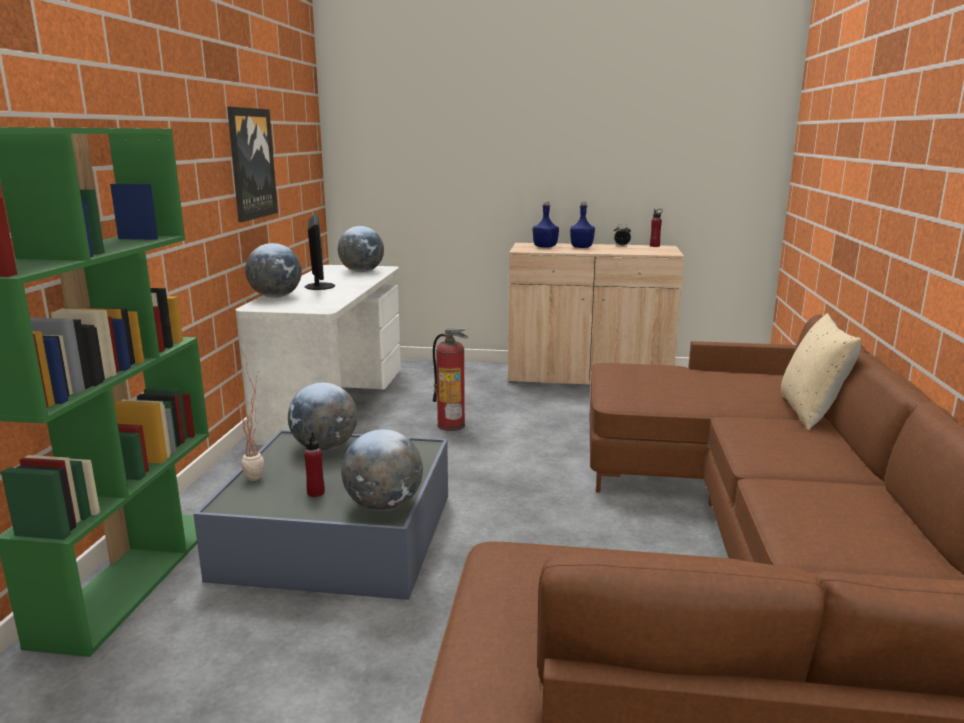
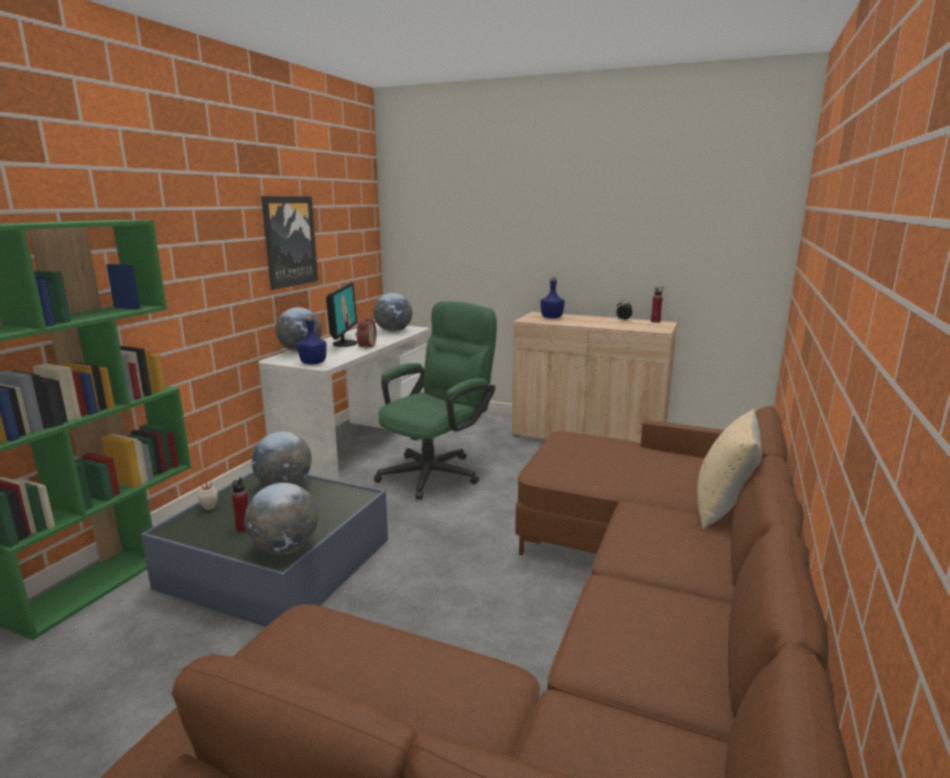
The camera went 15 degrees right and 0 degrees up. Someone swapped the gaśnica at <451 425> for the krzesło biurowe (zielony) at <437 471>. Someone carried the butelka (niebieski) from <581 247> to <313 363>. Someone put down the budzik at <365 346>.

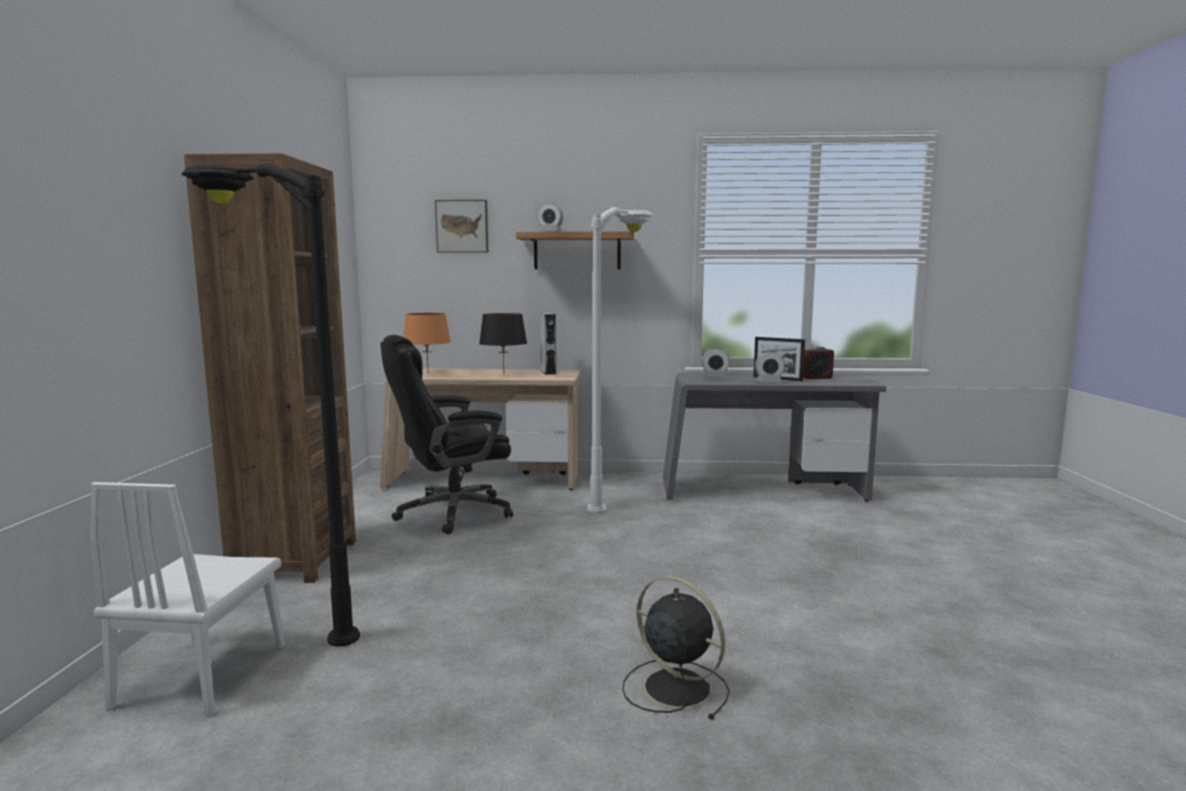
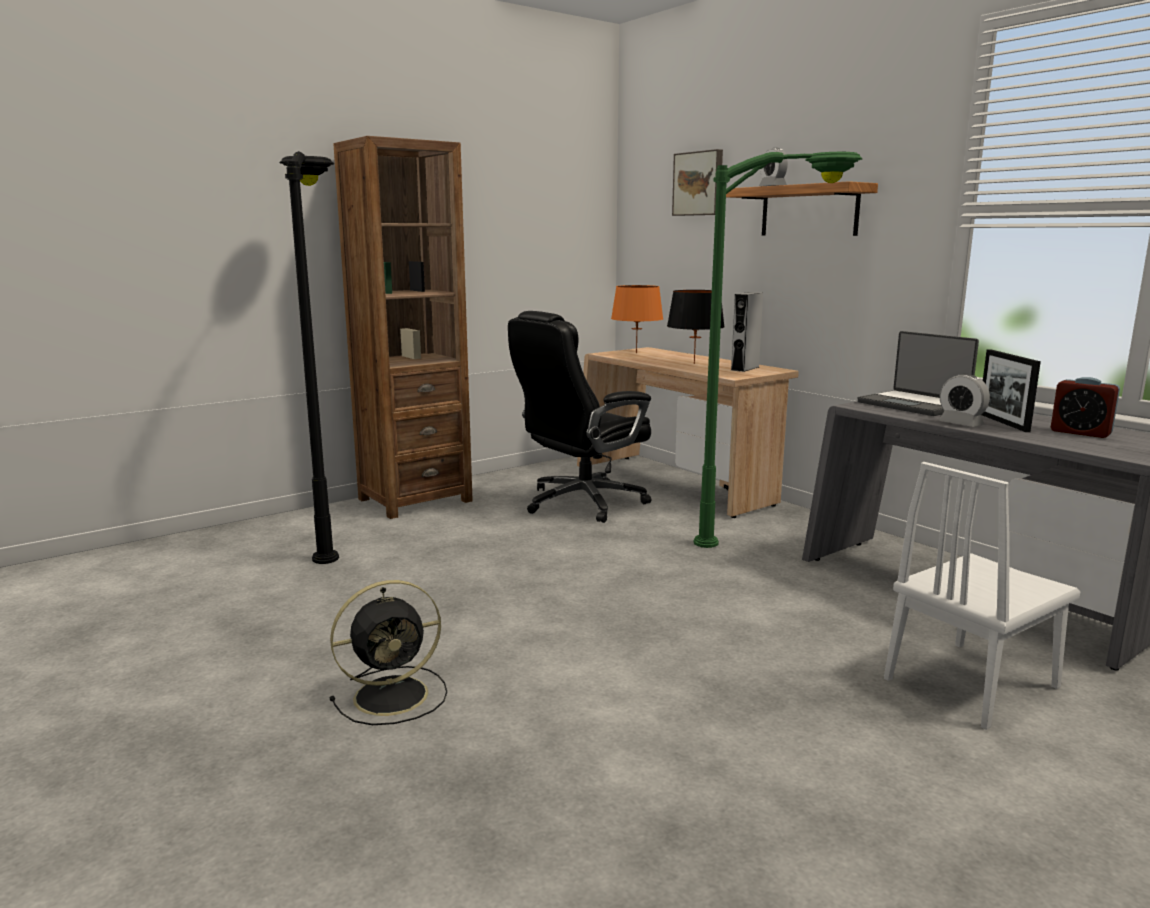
The camera went 50 degrees right and 5 degrees up. Someone carried the krzesło (biały) from <202 674> to <971 682>. Someone rotated the krzesło biurowe (czarny) at <451 513> by 60 degrees counterclockwise. Someone repainted the lampa stojąca (biały) at <622 493>, which became the lampa stojąca (zielony) at <777 537>. Someone rotated the wentylator (czarny) at <674 687> by 60 degrees clockwise. Someone swapped the budzik at <714 377> for the laptop at <914 405>.

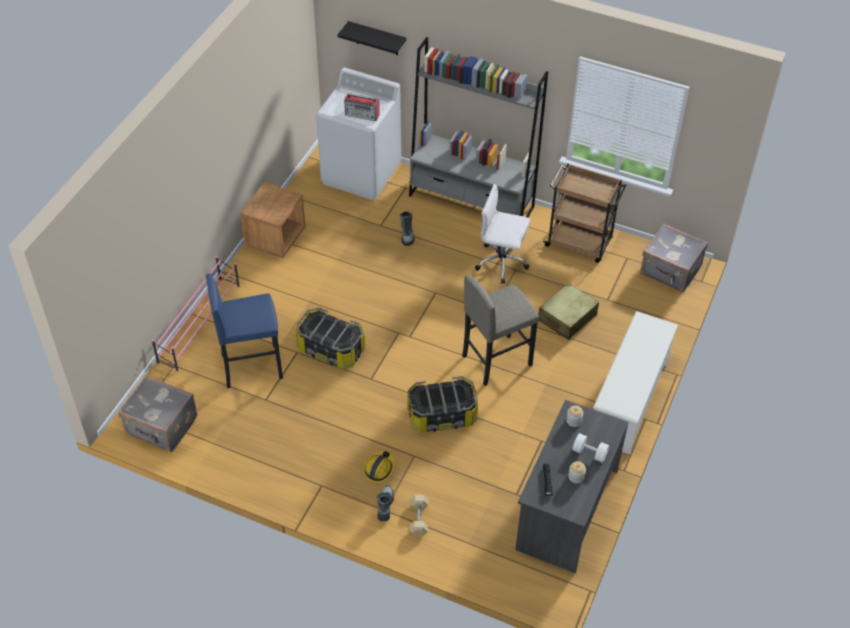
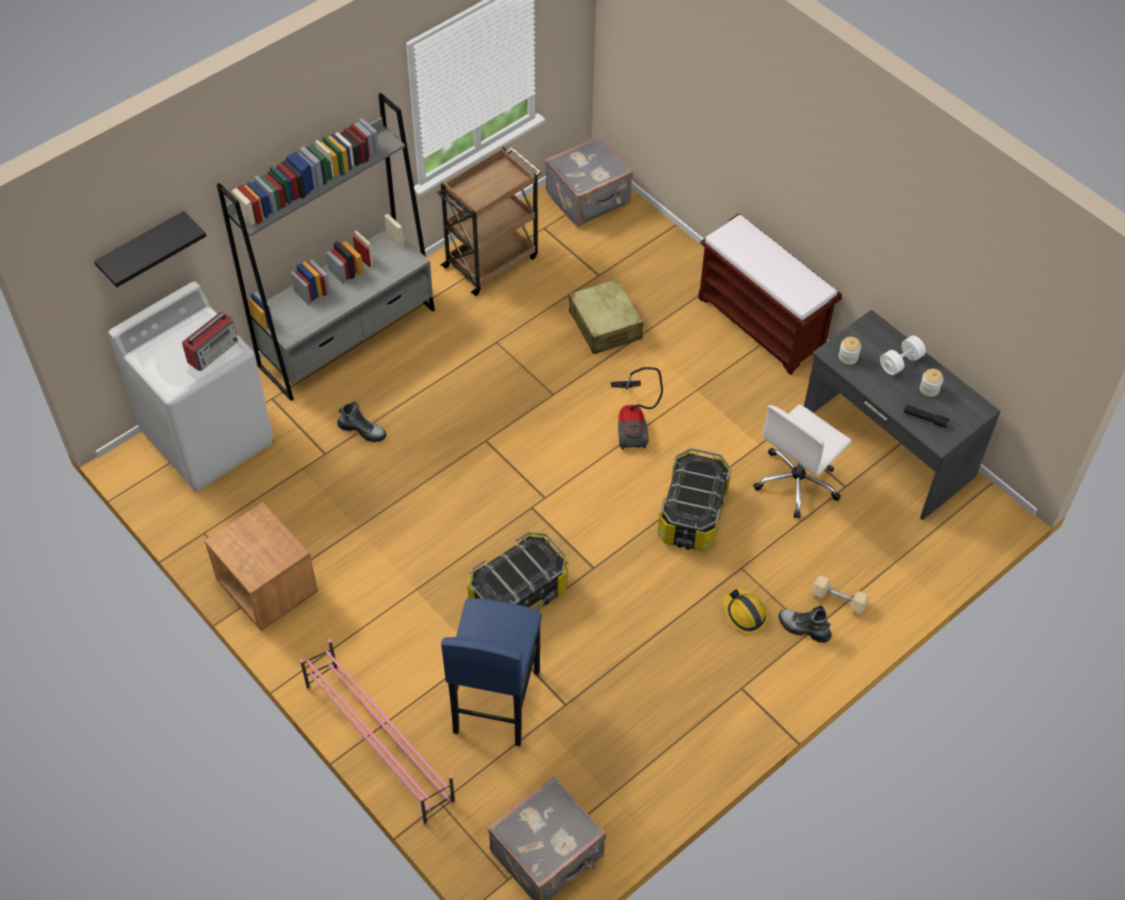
The camera went 65 degrees left and 5 degrees up. Someone swapped the stołek (szary) at <496 360> for the odkurzacz at <633 422>. Someone carried the krzesło biurowe (biały) from <502 262> to <797 482>. Someone swapped the regał na buty (biały) at <628 401> for the ławka (brązowy) at <762 324>.

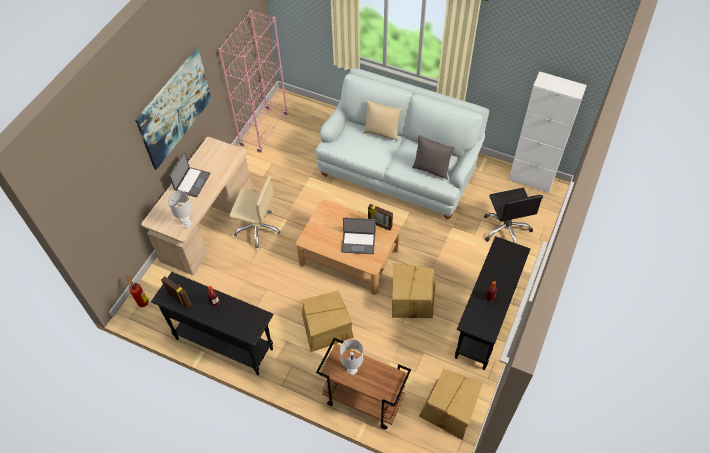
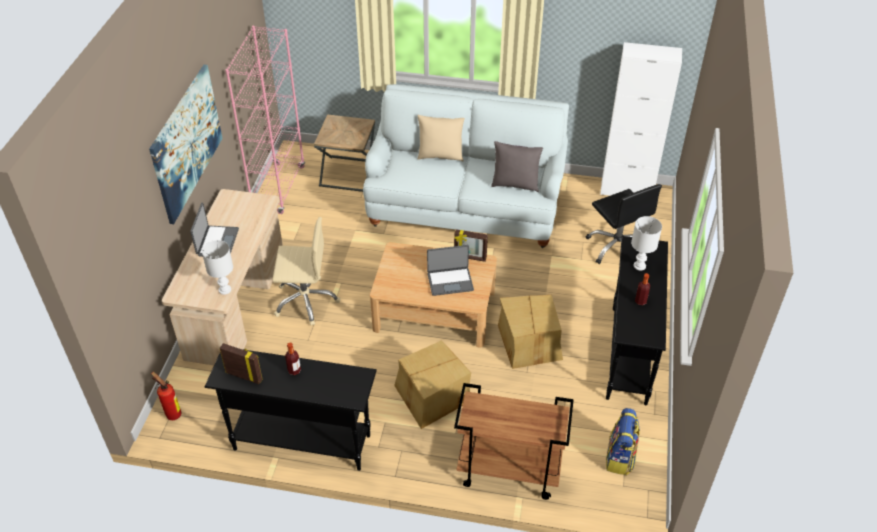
The camera went 15 degrees left and 10 degrees down. Someone carried the lampa stołowa (biały) from <352 369> to <640 266>. Someone swapped the karton at <449 409> for the plecak at <620 458>. Someone put down the stolik (brązowy) at <348 174>.

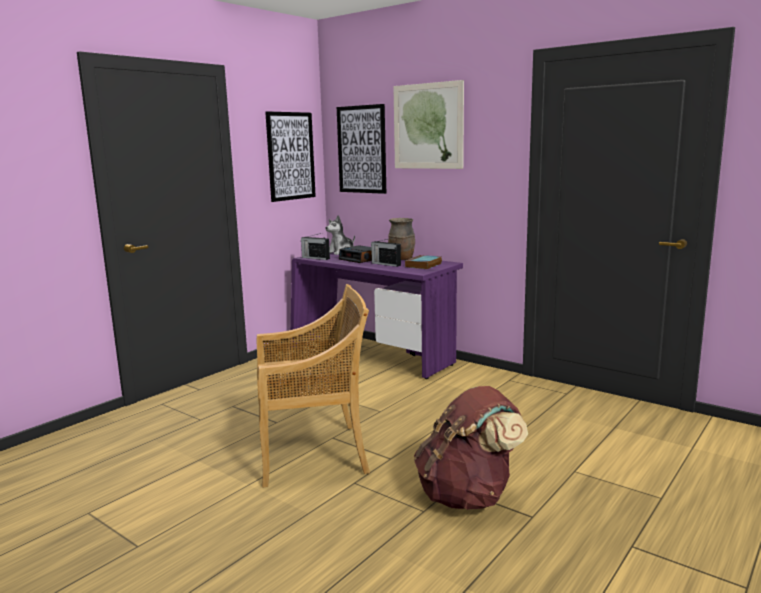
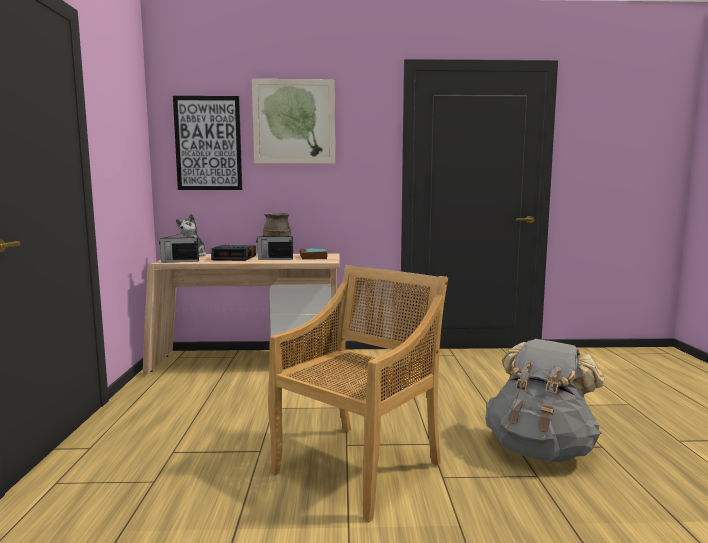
The camera went 40 degrees left and 5 degrees down. Someone took away the obraz at <290 156>. Someone repainted the biurko (fioletowy) at <372 355>, which became the biurko (beżowy) at <248 362>. Someone repainted the plecak (brązowy) at <468 496>, which became the plecak (szary) at <540 449>.

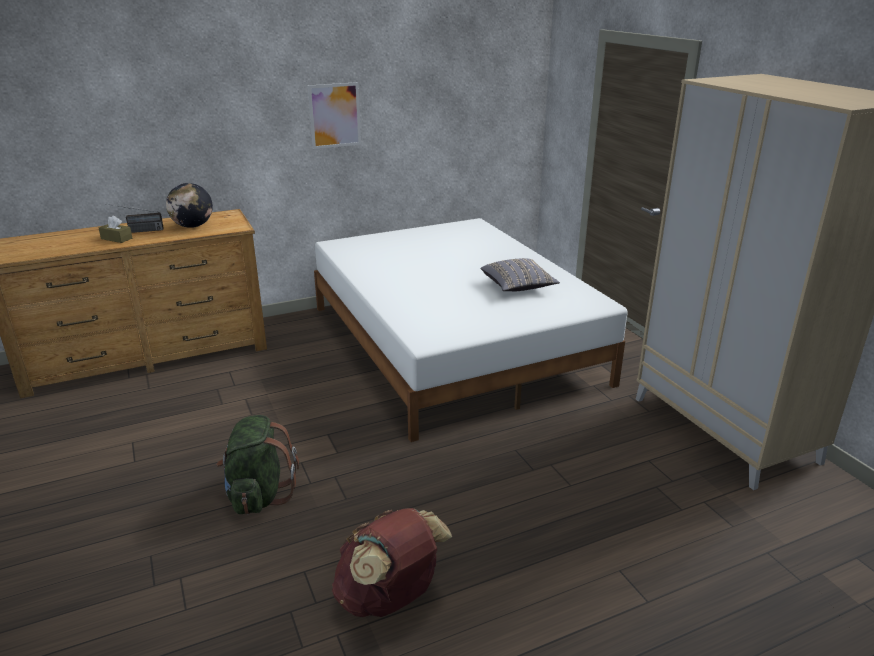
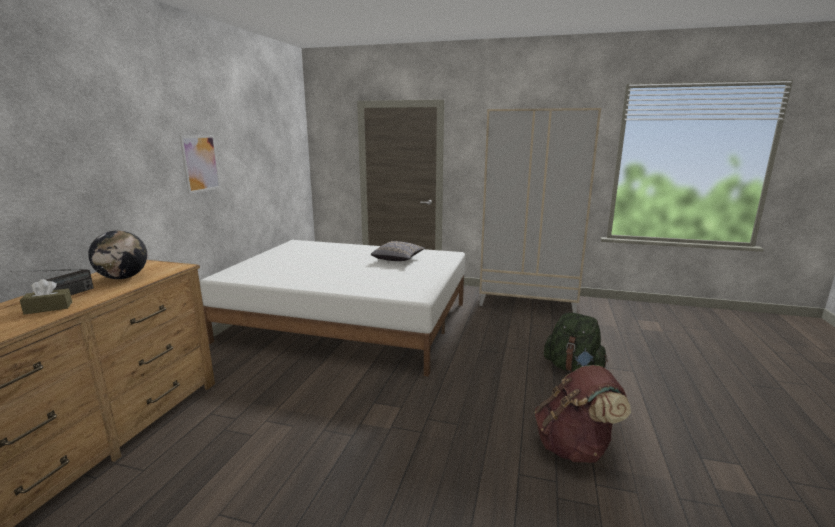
The camera went 50 degrees left and 10 degrees down. Someone carried the plecak (zielony) from <259 495> to <573 368>.

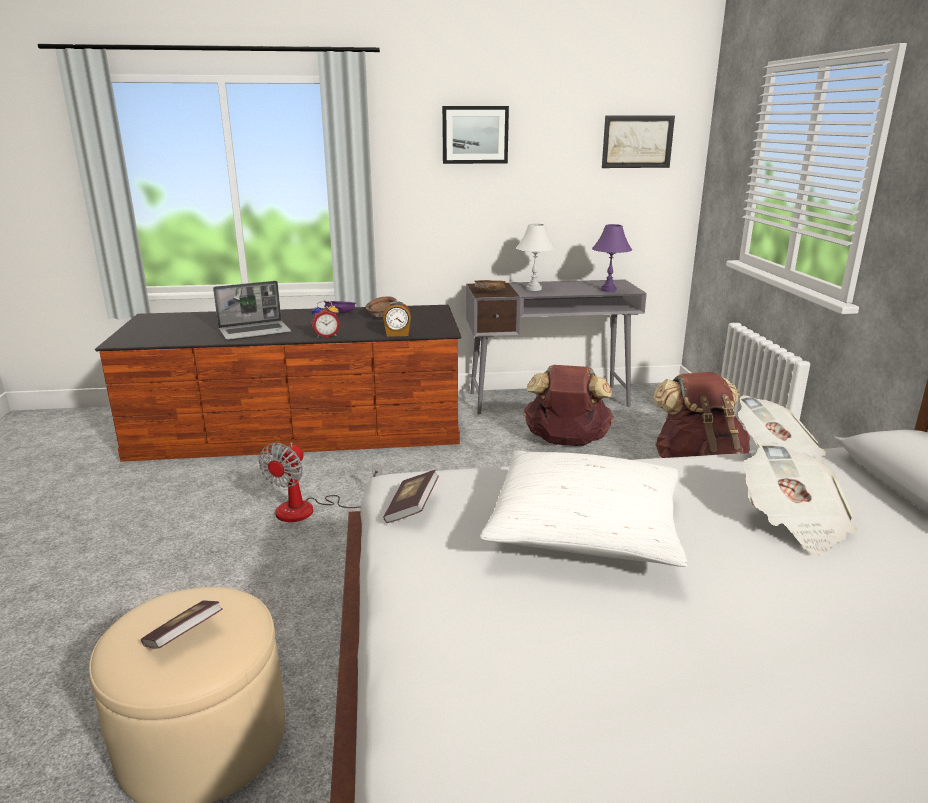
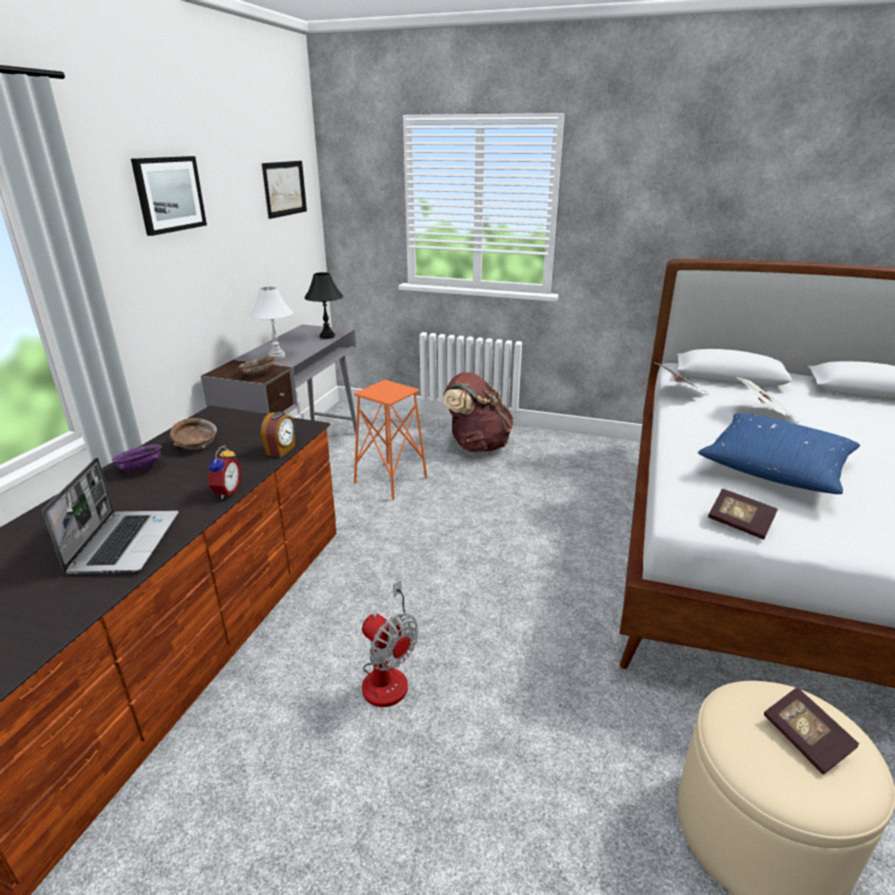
The camera went 65 degrees left and 5 degrees up. Someone repainted the poduszka (biały) at <585 528>, which became the poduszka (niebieski) at <775 468>. Someone swapped the plecak (brązowy) at <566 442> for the stołek (pomarańczowy) at <390 480>. Someone repainted the lampa stołowa (fioletowy) at <608 290>, which became the lampa stołowa (czarny) at <327 336>.

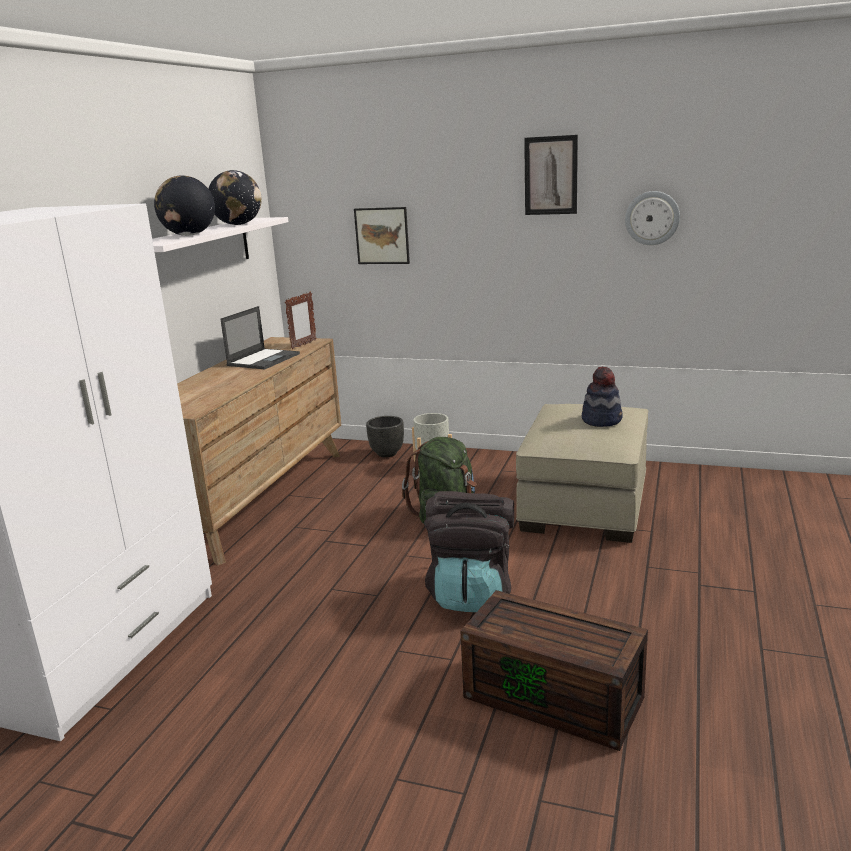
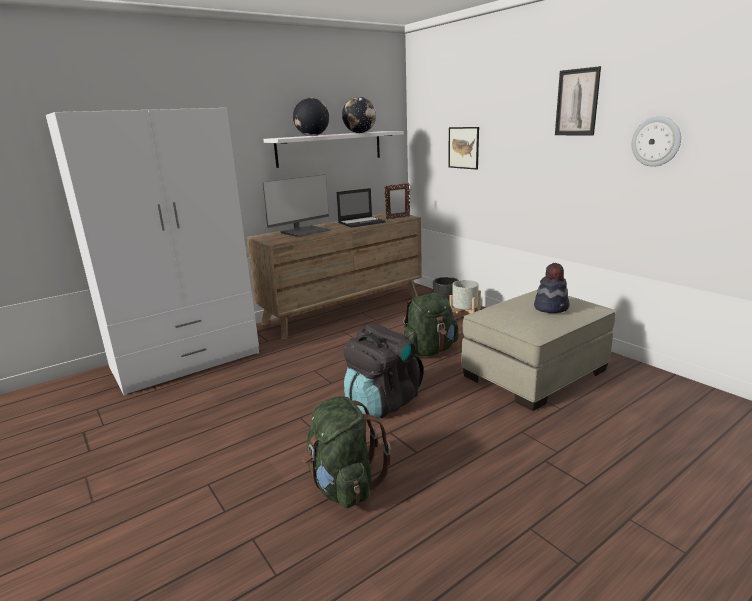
The camera went 35 degrees right and 0 degrees up. Someone swapped the pojemnik do przechowywania (brązowy) at <556 696> for the plecak (zielony) at <344 485>. Someone put down the monitor at <305 232>.

